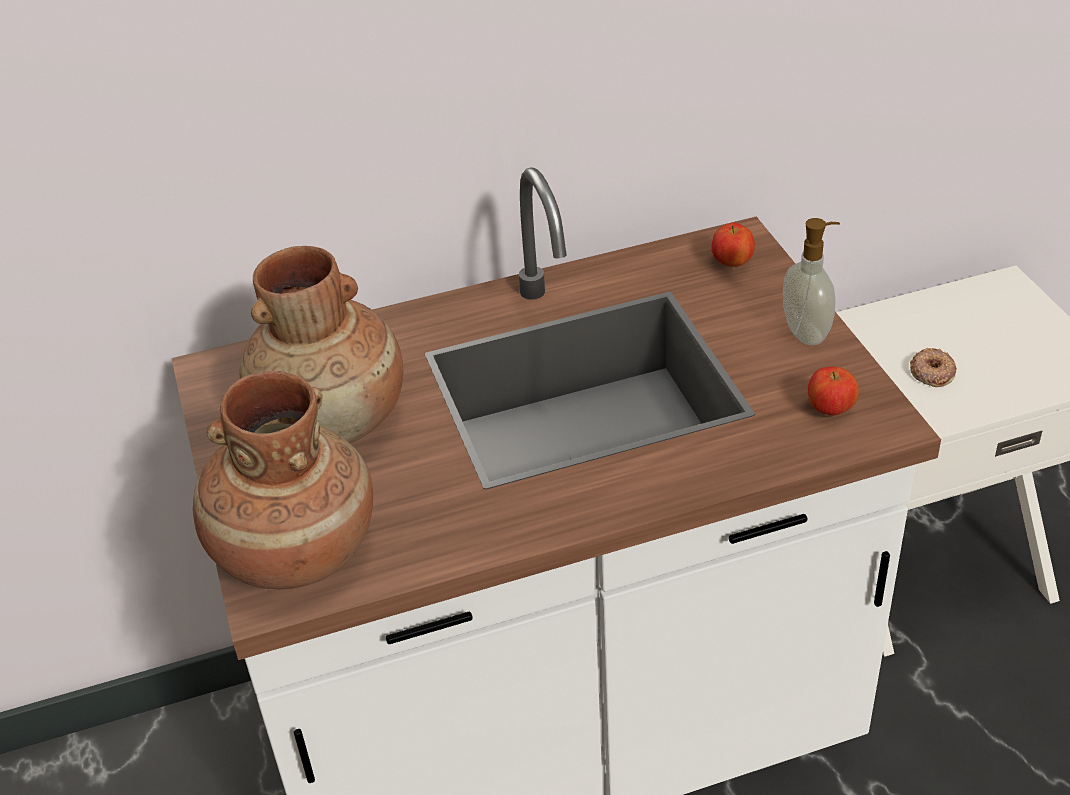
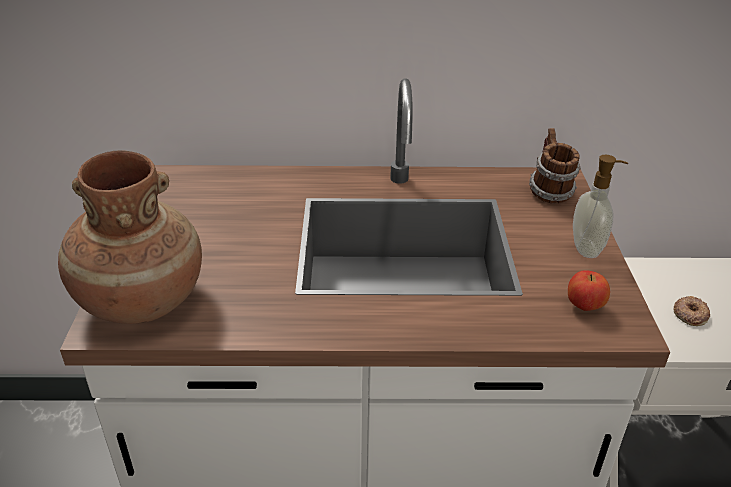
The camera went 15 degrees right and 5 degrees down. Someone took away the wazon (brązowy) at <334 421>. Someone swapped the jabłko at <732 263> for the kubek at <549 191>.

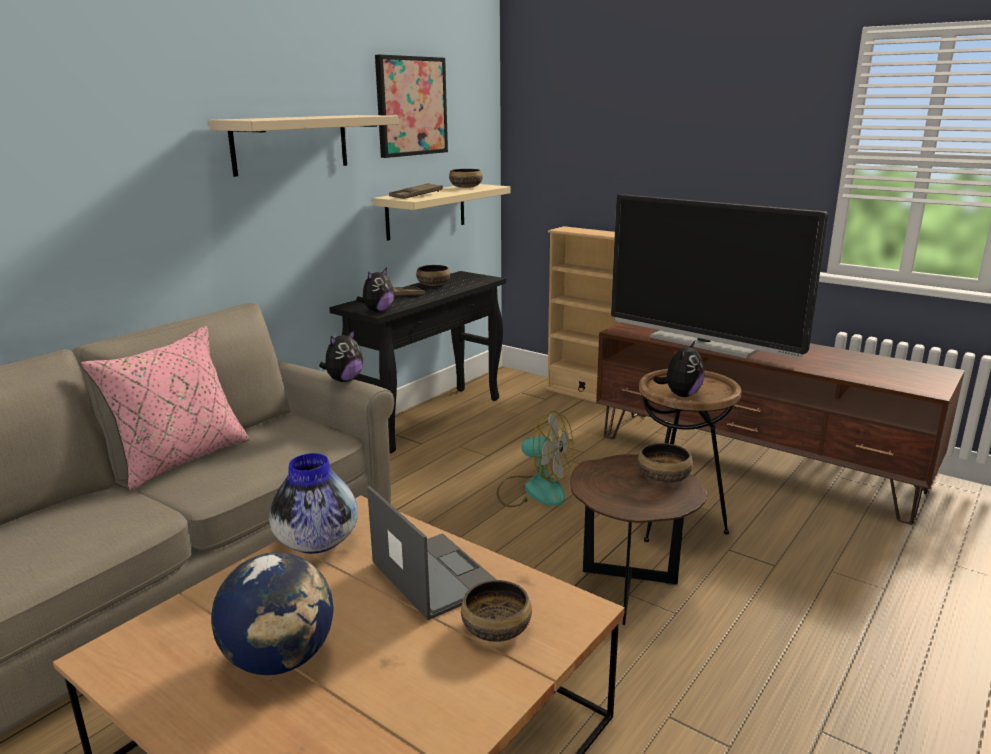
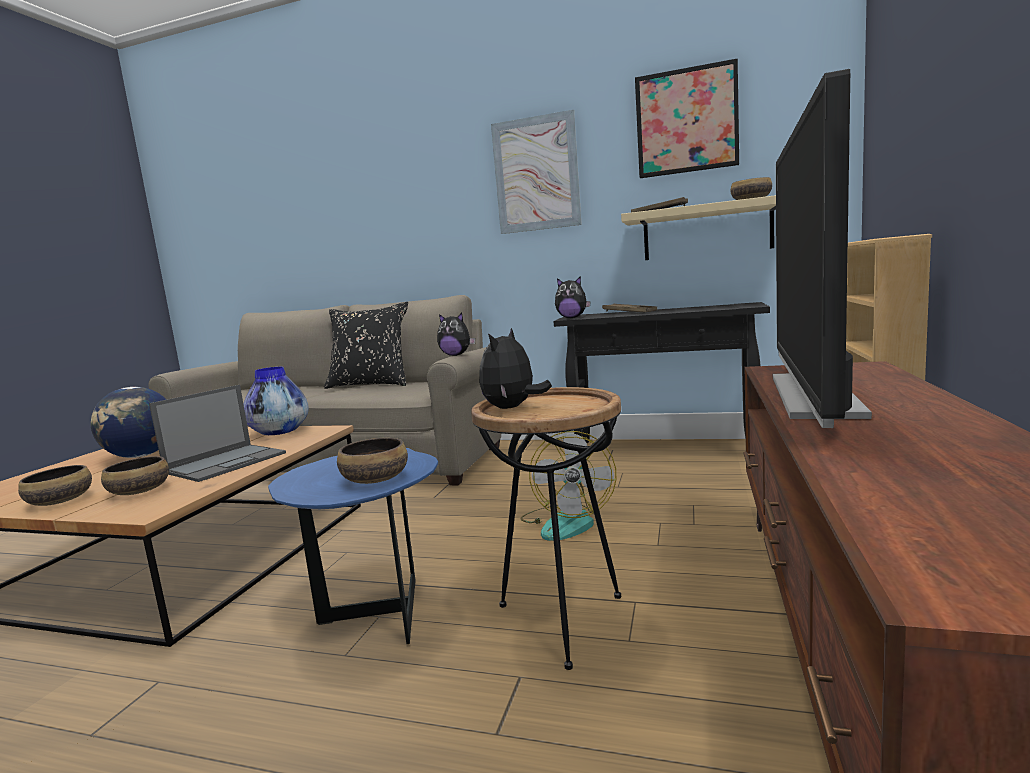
The camera went 70 degrees right and 10 degrees down. Someone repainted the poduszka (różowy) at <180 459>, which became the poduszka (czarny) at <371 385>. Someone swapped the półka (beżowy) at <291 144> for the obraz at <536 174>. Someone carried the miska from <433 284> to <61 501>. Someone repainted the stolik (brązowy) at <629 595>, which became the stolik (niebieski) at <376 616>. Someone rotated the pluszak at <681 395> by 105 degrees clockwise.

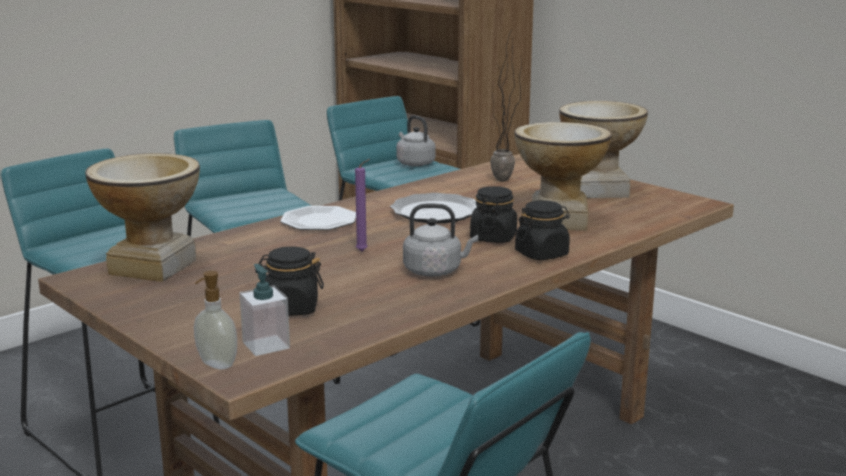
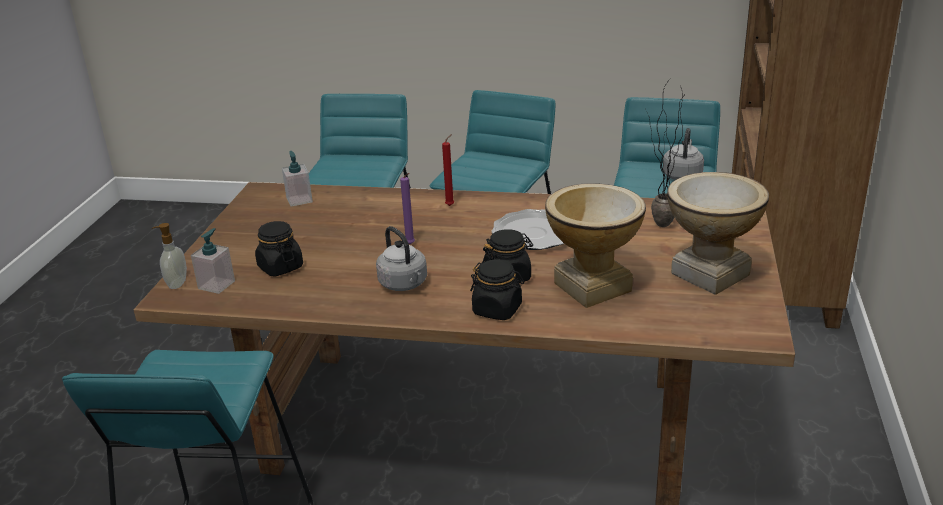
The camera went 55 degrees right and 10 degrees up. Someone swapped the wazon at <152 267> for the dozownik mydła at <299 200>. Someone swapped the talerz at <319 221> for the świeca (czerwony) at <451 205>.

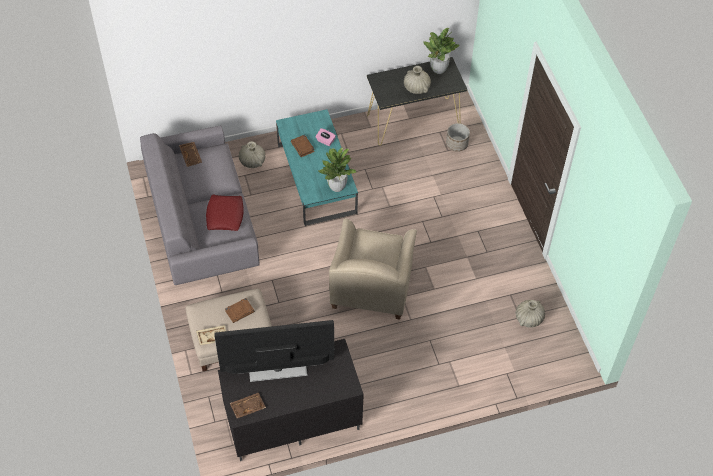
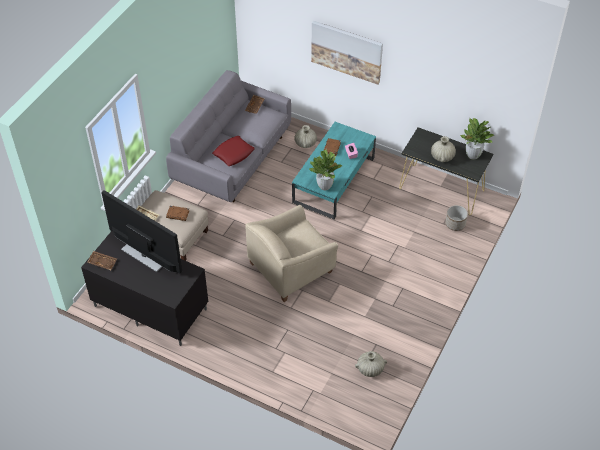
The camera went 45 degrees right and 5 degrees down. Someone put up the obraz at <346 51>.

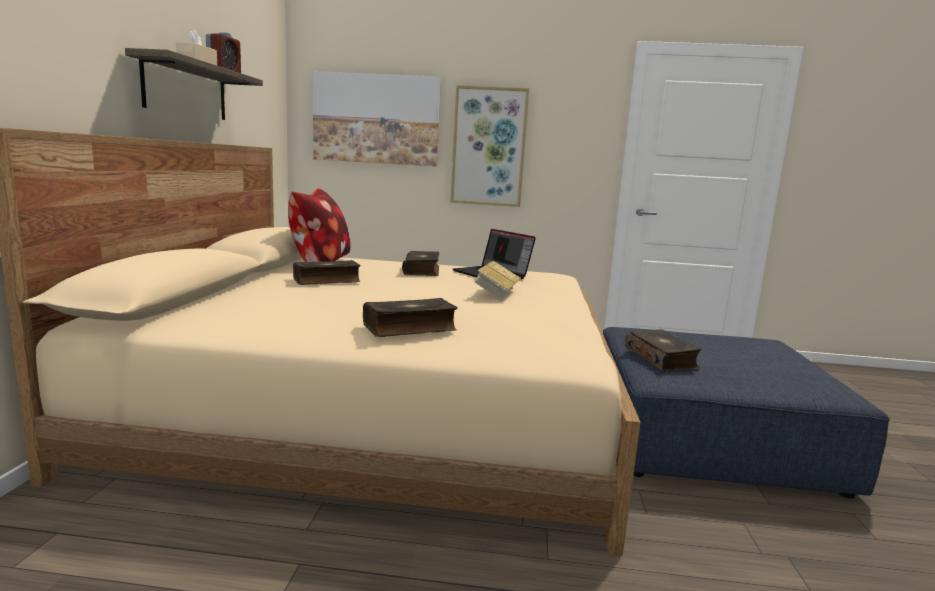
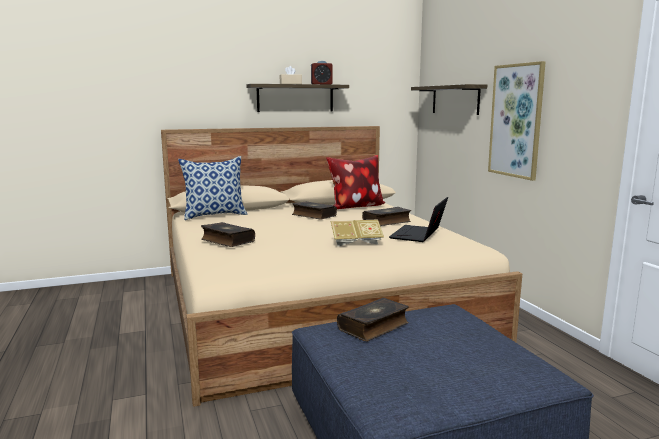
The camera went 65 degrees right and 0 degrees up. Someone swapped the obraz at <376 119> for the półka at <455 100>. Someone put down the poduszka at <215 215>.

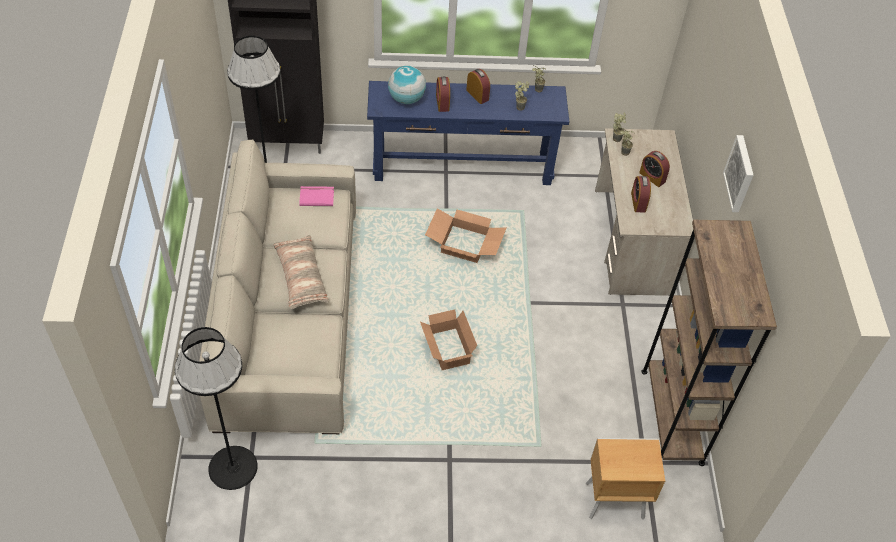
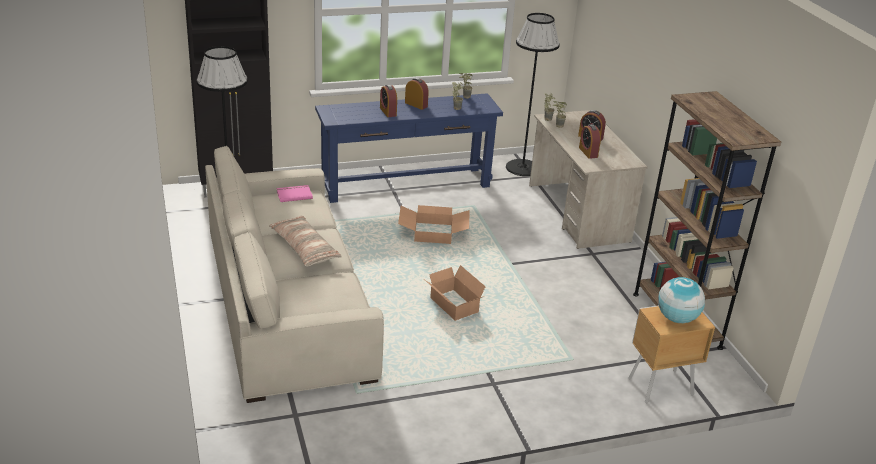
The camera went 15 degrees left and 20 degrees down. Someone carried the lampa stojąca (czarny) from <232 467> to <522 167>. Someone carried the globus from <406 99> to <677 318>. Someone took away the obraz at <741 173>.

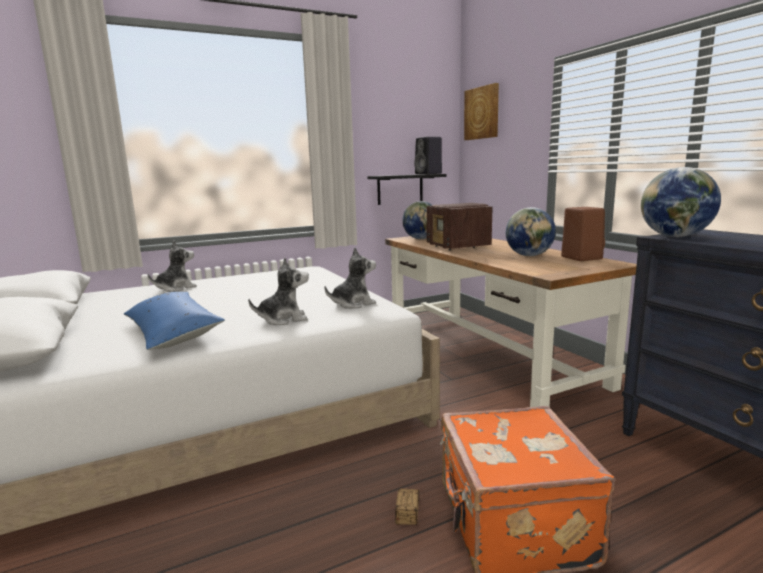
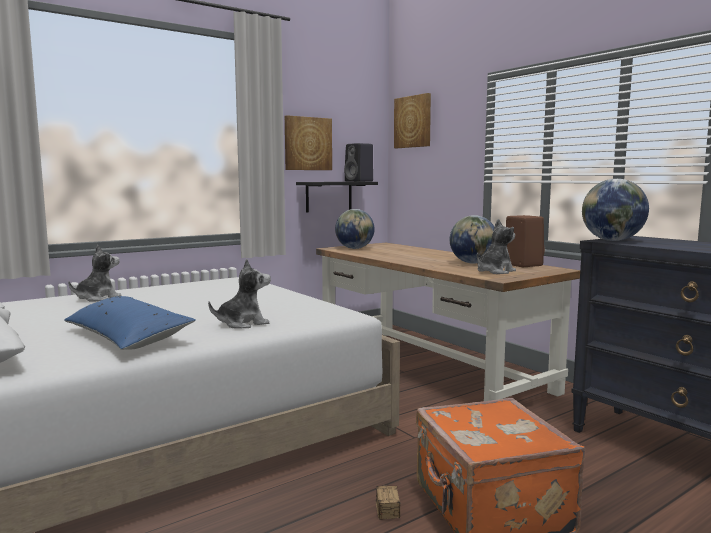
The camera went 10 degrees left and 5 degrees down. Someone carried the pluszak from <353 304> to <494 271>. Someone took away the radio at <458 247>. Someone put up the obraz at <307 144>.

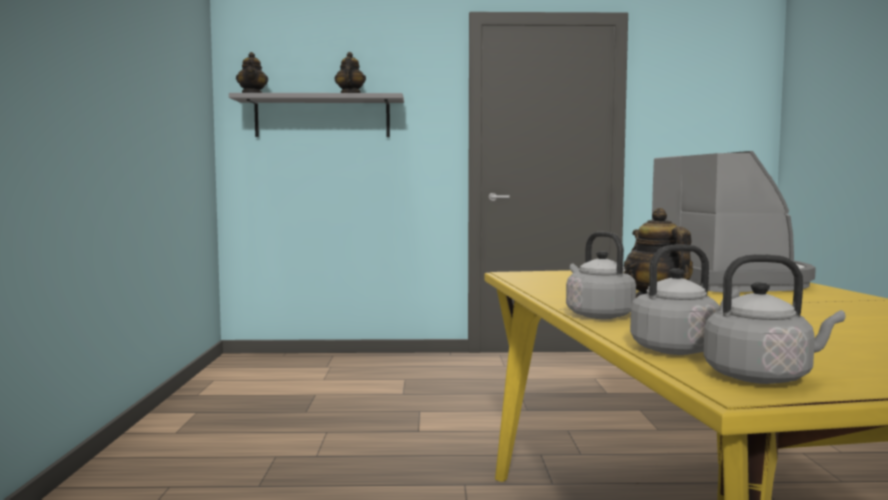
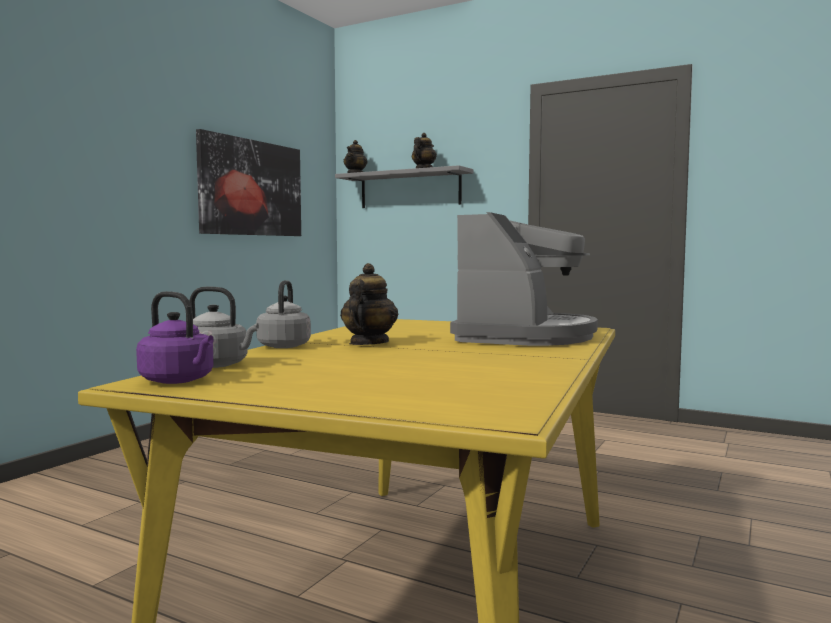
The camera went 30 degrees right and 0 degrees up. Someone repainted the czajnik (szary) at <762 377>, which became the czajnik (fioletowy) at <179 381>. Someone put up the obraz at <251 188>.

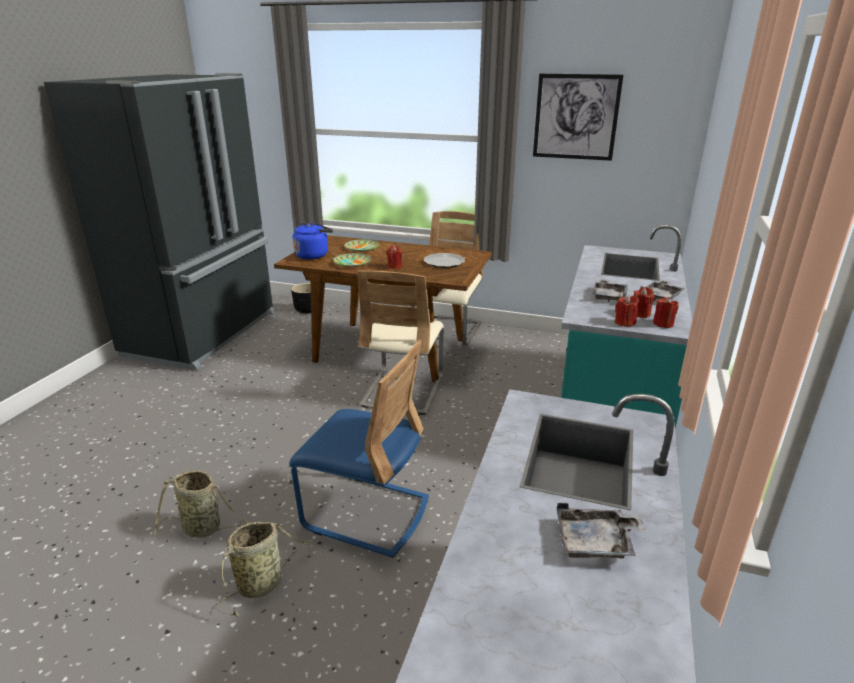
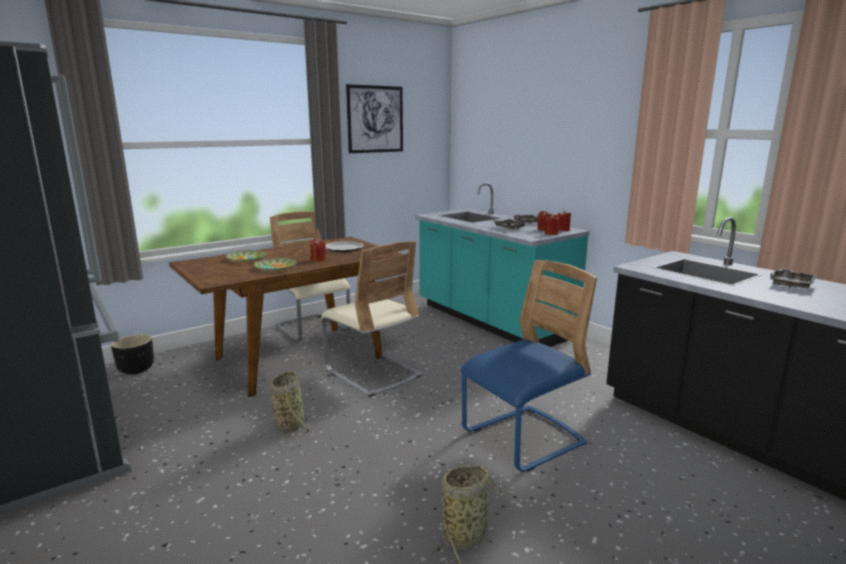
The camera went 55 degrees left and 10 degrees down. Someone carried the koszyk from <263 583> to <290 424>. Someone took away the czajnik (niebieski) at <313 255>.

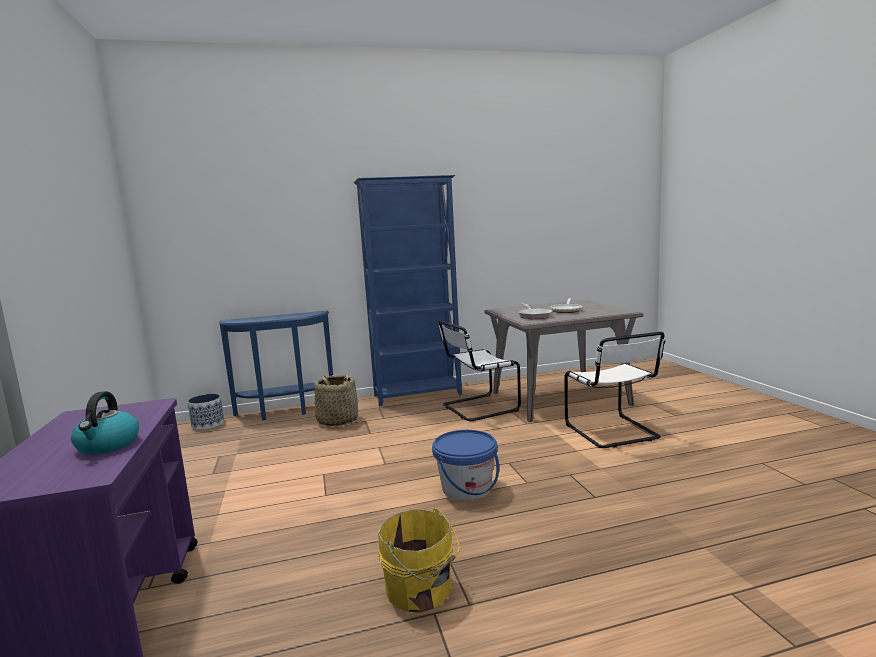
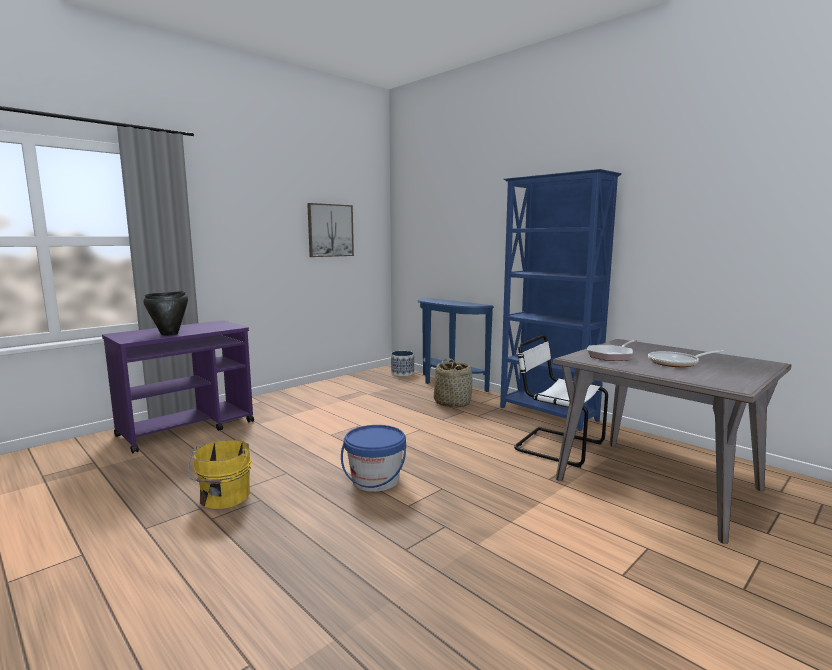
The camera went 60 degrees right and 0 degrees up. Someone swapped the czajnik at <108 445> for the garnek (czarny) at <170 334>. Someone took away the krzesło (biały) at <613 432>. Someone put up the obraz at <330 230>.

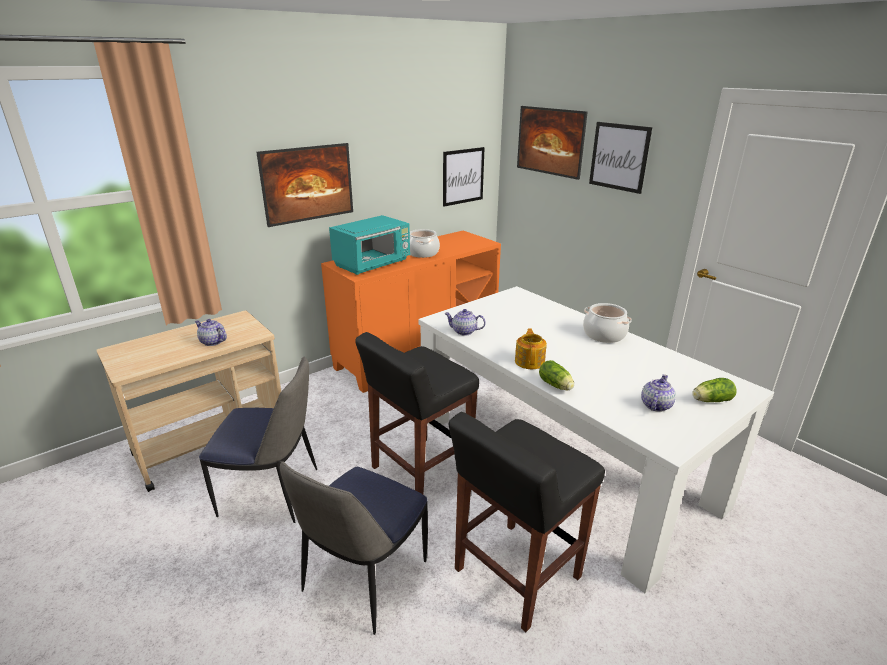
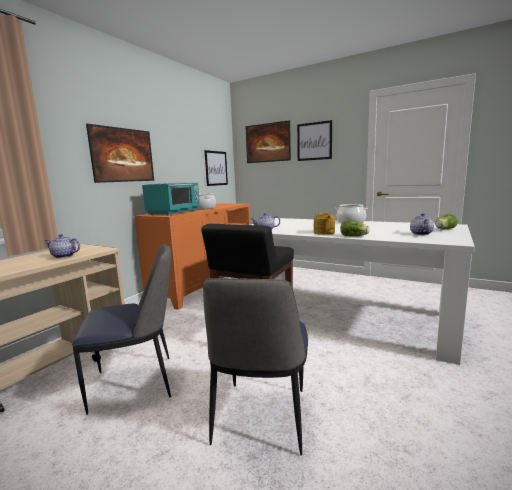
The camera went 20 degrees left and 15 degrees down. Someone took away the stołek (czarny) at <515 574>.

